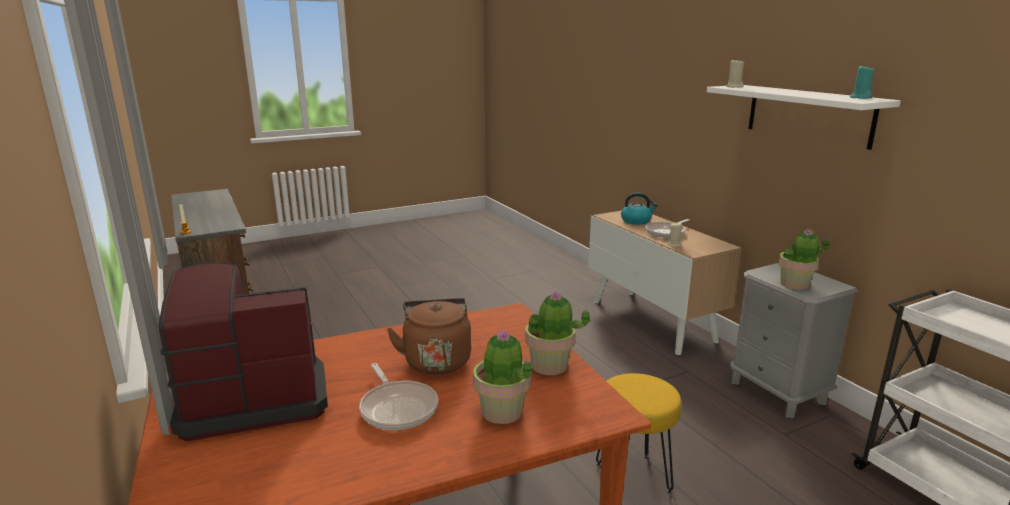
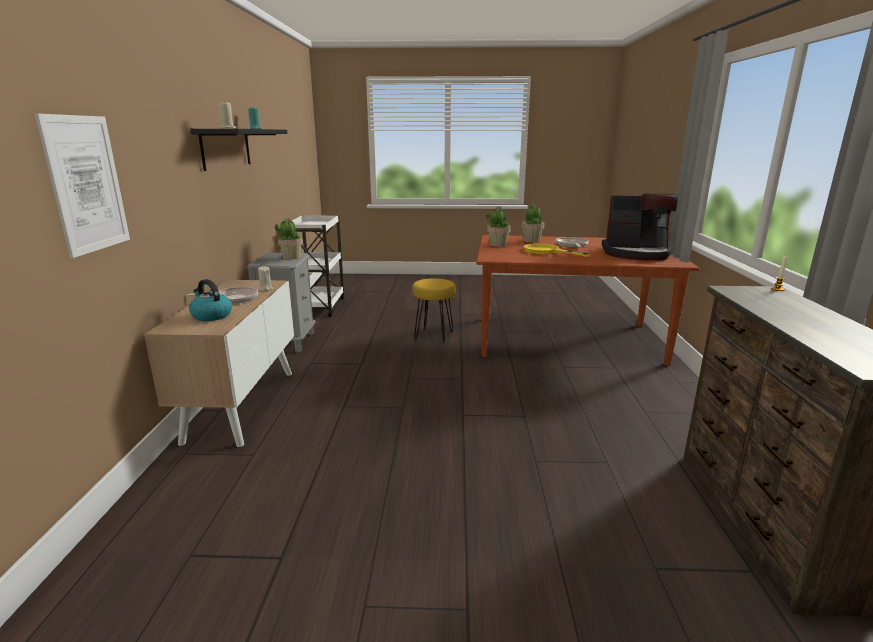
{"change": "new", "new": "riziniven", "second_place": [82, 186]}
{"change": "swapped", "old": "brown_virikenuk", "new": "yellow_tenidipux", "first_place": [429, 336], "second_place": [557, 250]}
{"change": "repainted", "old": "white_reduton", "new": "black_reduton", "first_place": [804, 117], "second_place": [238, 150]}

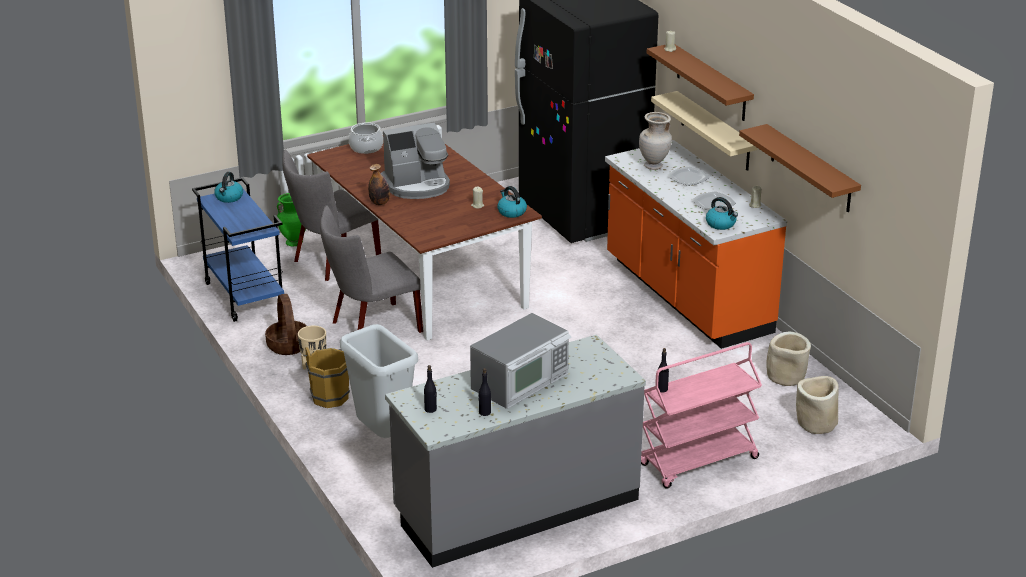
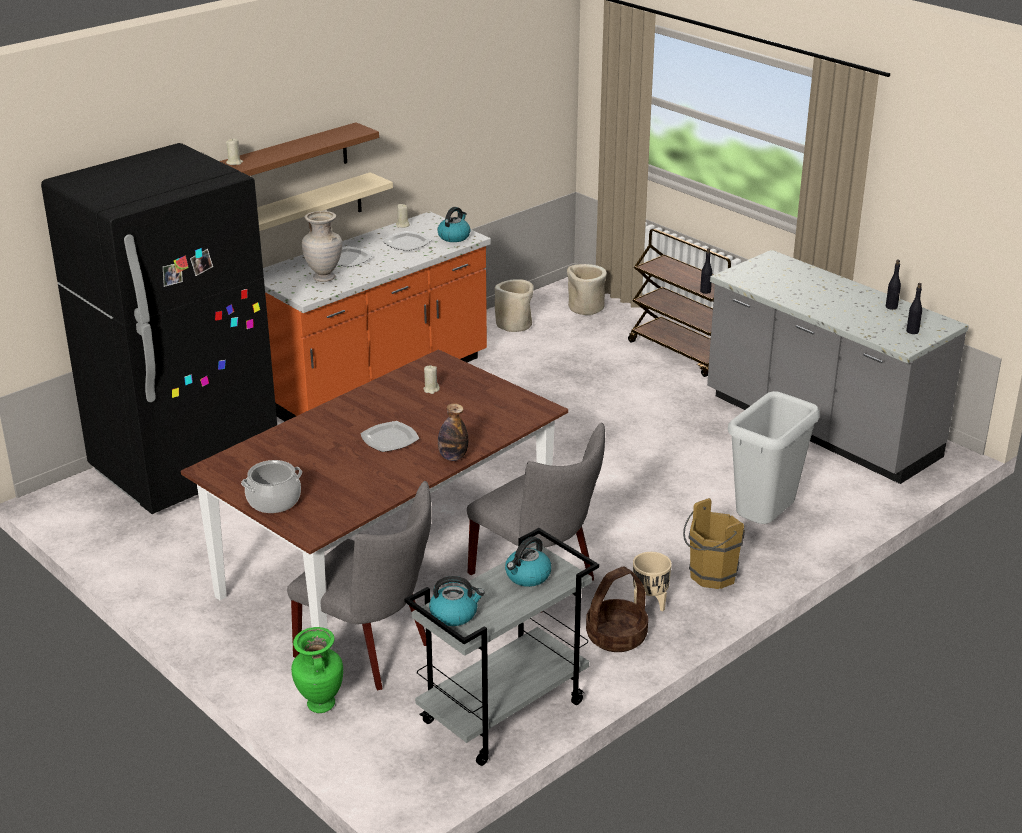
{"change": "gone", "old": "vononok", "first_place": [521, 361]}
{"change": "gone", "old": "brown_reduton", "first_place": [800, 168]}
{"change": "shifted", "old": "virikenuk", "first_place": [512, 202], "second_place": [528, 561]}
{"change": "swapped", "old": "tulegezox", "new": "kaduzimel", "first_place": [415, 161], "second_place": [389, 436]}
{"change": "repainted", "old": "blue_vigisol", "new": "grey_vigisol", "first_place": [238, 249], "second_place": [501, 647]}
{"change": "repainted", "old": "pink_vigisol", "new": "brown_vigisol", "first_place": [701, 415], "second_place": [679, 303]}

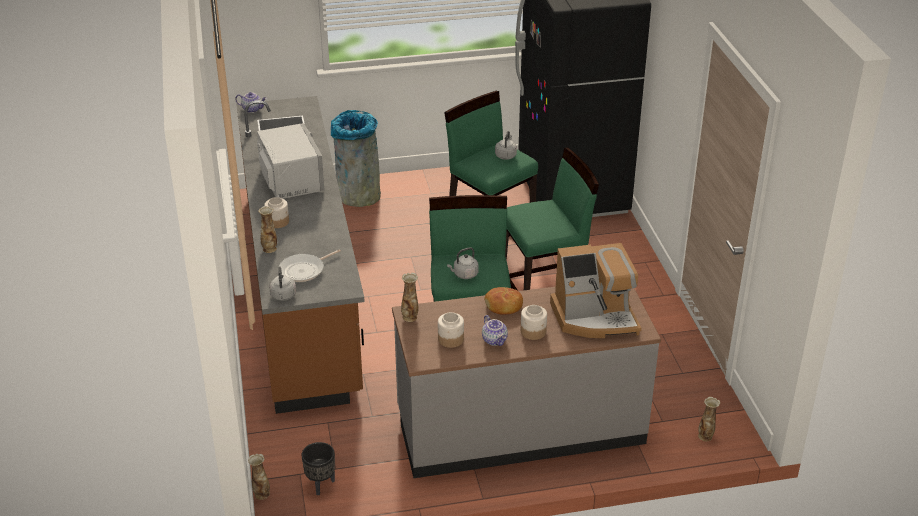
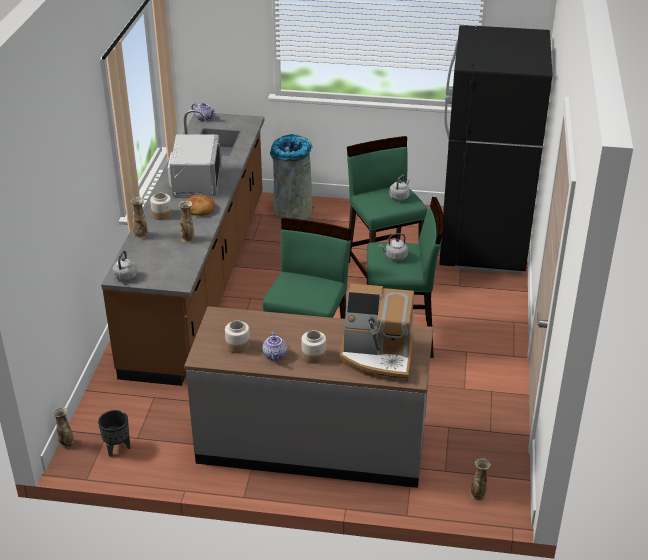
{"change": "gone", "old": "tenidipux", "first_place": [310, 265]}
{"change": "shifted", "old": "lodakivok", "first_place": [409, 297], "second_place": [186, 221]}
{"change": "shifted", "old": "grey_virikenuk", "first_place": [463, 263], "second_place": [393, 247]}
{"change": "shifted", "old": "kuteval", "first_place": [504, 300], "second_place": [201, 205]}

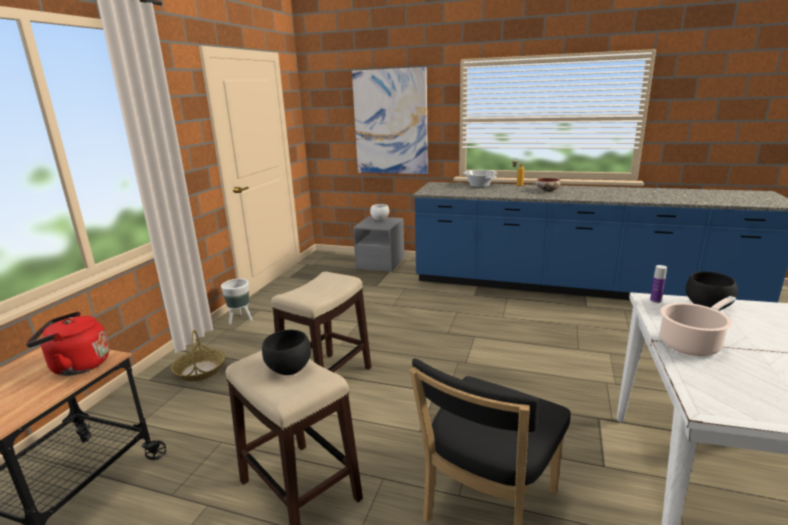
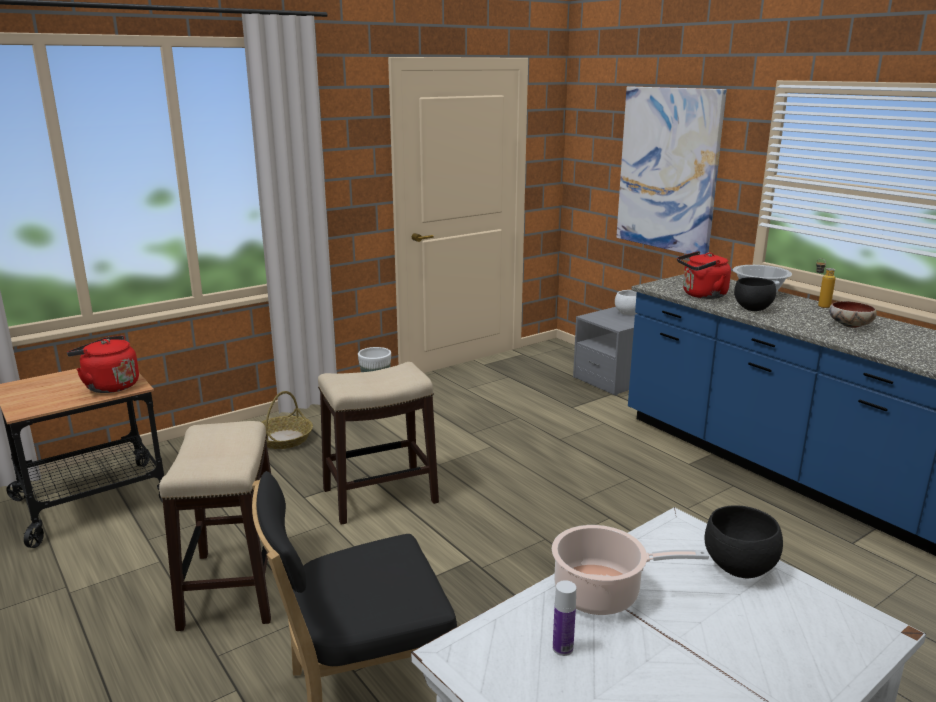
{"change": "new", "new": "red_virikenuk", "second_place": [704, 275]}
{"change": "shifted", "old": "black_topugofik", "first_place": [286, 352], "second_place": [755, 294]}
{"change": "shifted", "old": "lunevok", "first_place": [658, 284], "second_place": [564, 618]}

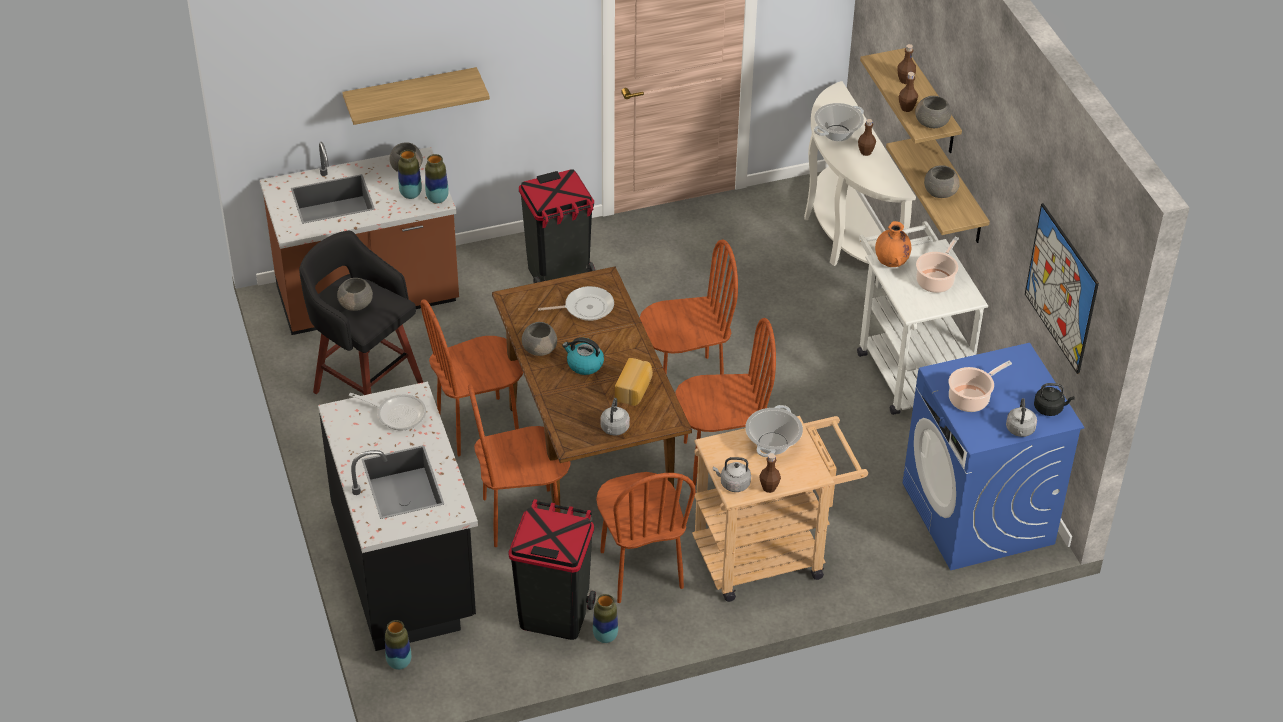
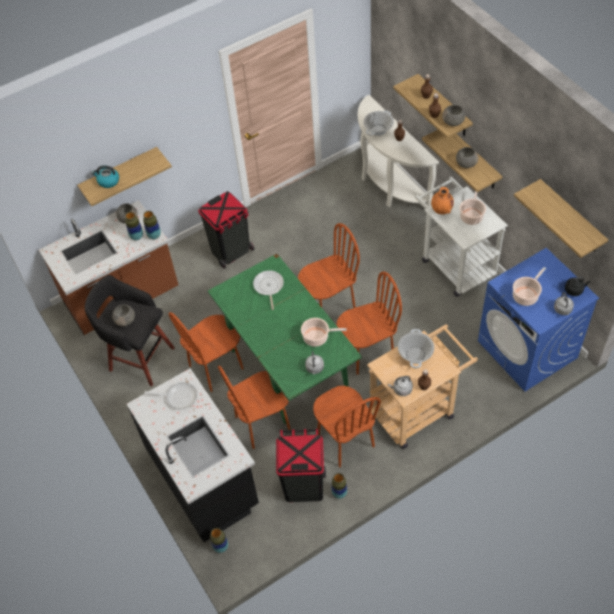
{"change": "gone", "old": "grey_topugofik", "first_place": [539, 339]}
{"change": "shifted", "old": "virikenuk", "first_place": [583, 356], "second_place": [105, 176]}
{"change": "swapped", "old": "kuteval", "new": "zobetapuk", "first_place": [634, 382], "second_place": [324, 332]}
{"change": "swapped", "old": "riziniven", "new": "reduton", "first_place": [1062, 288], "second_place": [561, 218]}
{"change": "repainted", "old": "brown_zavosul", "new": "green_zavosul", "first_place": [592, 389], "second_place": [285, 339]}
{"change": "rotated", "old": "tenidipux", "first_place": [576, 303], "second_place": [268, 290], "degrees": -75}

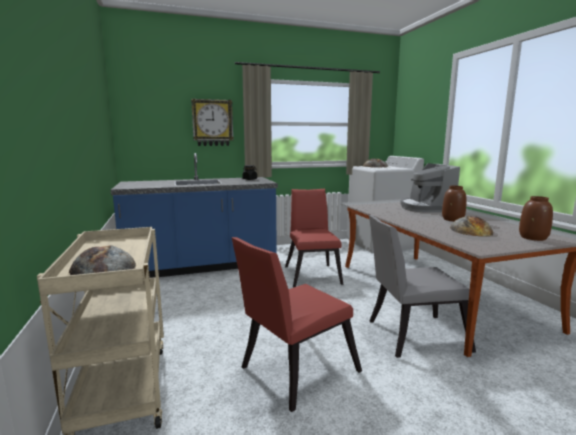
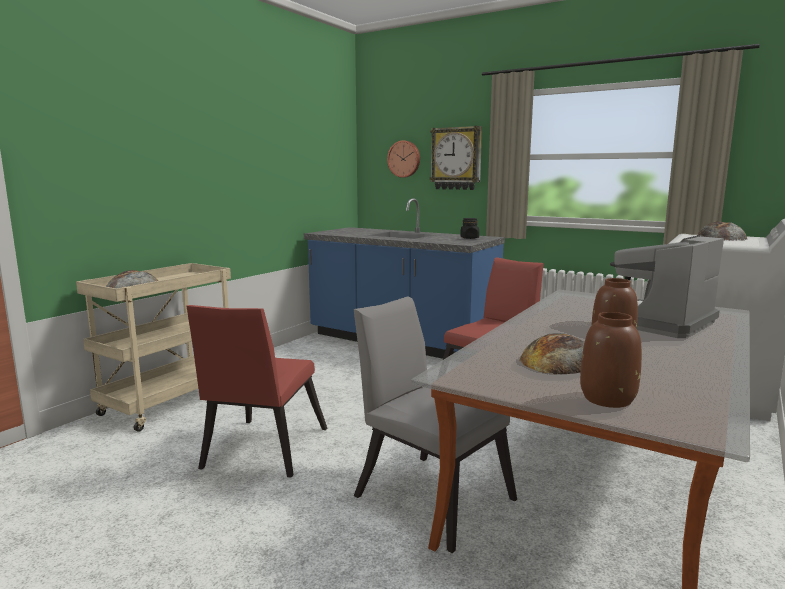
{"change": "new", "new": "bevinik", "second_place": [403, 159]}
{"change": "rotated", "old": "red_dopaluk", "first_place": [297, 324], "second_place": [257, 391], "degrees": -90}

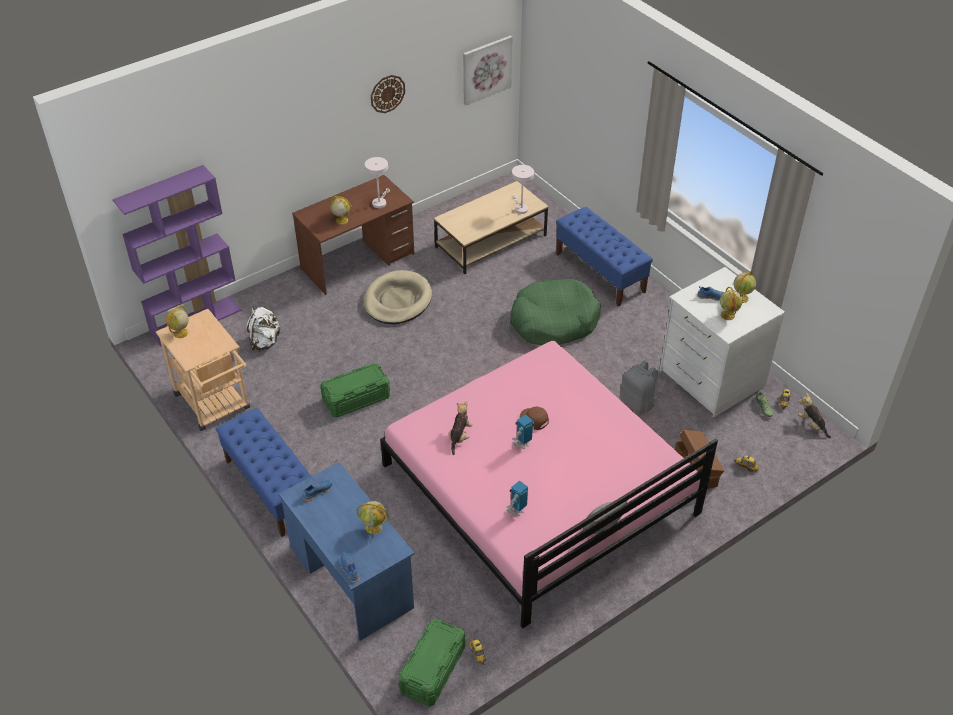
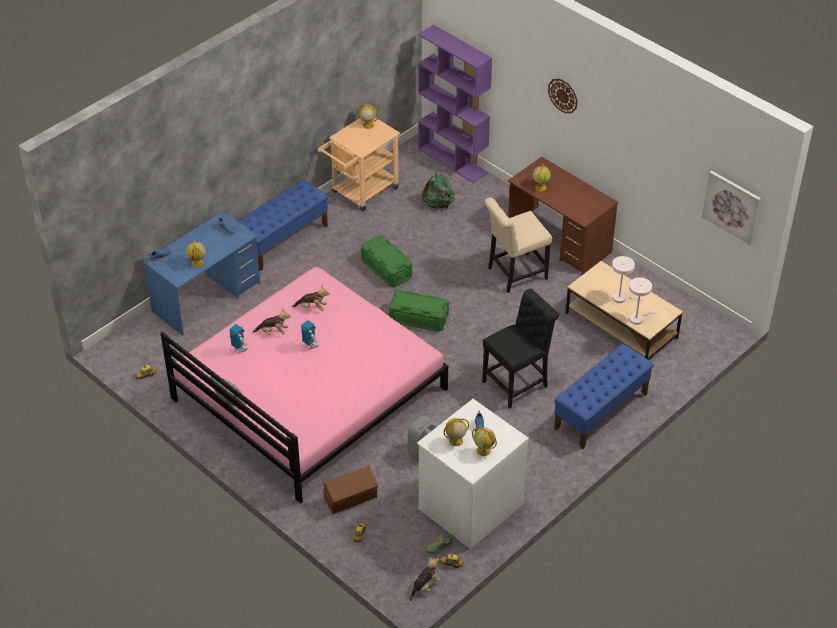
{"change": "gone", "old": "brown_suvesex", "first_place": [534, 418]}
{"change": "new", "new": "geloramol", "second_place": [272, 321]}
{"change": "shifted", "old": "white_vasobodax", "first_place": [377, 182], "second_place": [628, 279]}
{"change": "shifted", "old": "bevinik", "first_place": [388, 94], "second_place": [563, 96]}
{"change": "shifted", "old": "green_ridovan", "first_place": [431, 662], "second_place": [419, 311]}
{"change": "swapped", "old": "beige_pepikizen", "new": "beige_dopaluk", "first_place": [398, 297], "second_place": [518, 245]}
{"change": "swapped", "old": "green_pepikizen", "new": "black_dopaluk", "first_place": [555, 312], "second_place": [520, 349]}
{"change": "repainted", "old": "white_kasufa", "new": "green_kasufa", "first_place": [264, 329], "second_place": [438, 190]}

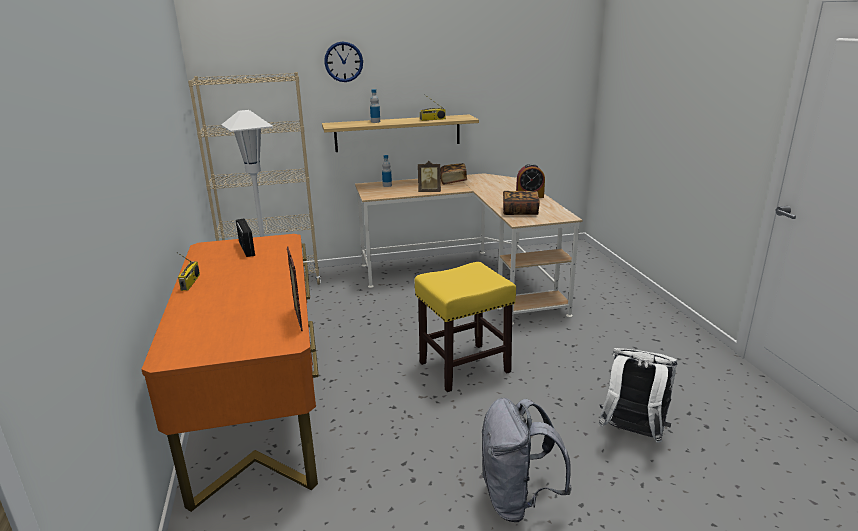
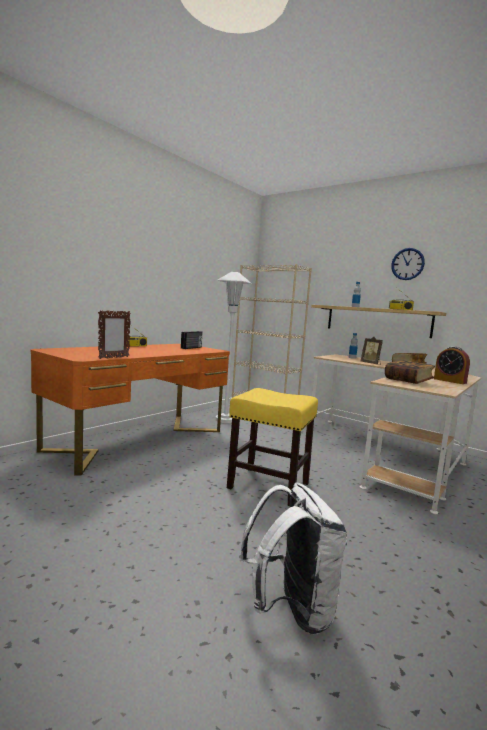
{"change": "gone", "old": "grey_kasufa", "first_place": [526, 460]}
{"change": "shifted", "old": "bevinik", "first_place": [343, 61], "second_place": [408, 264]}

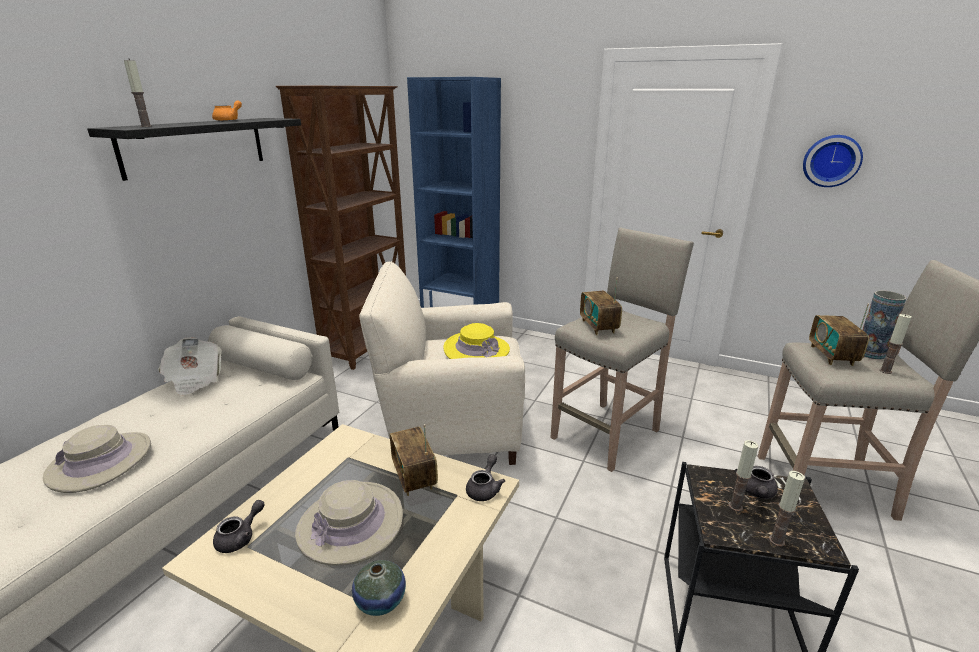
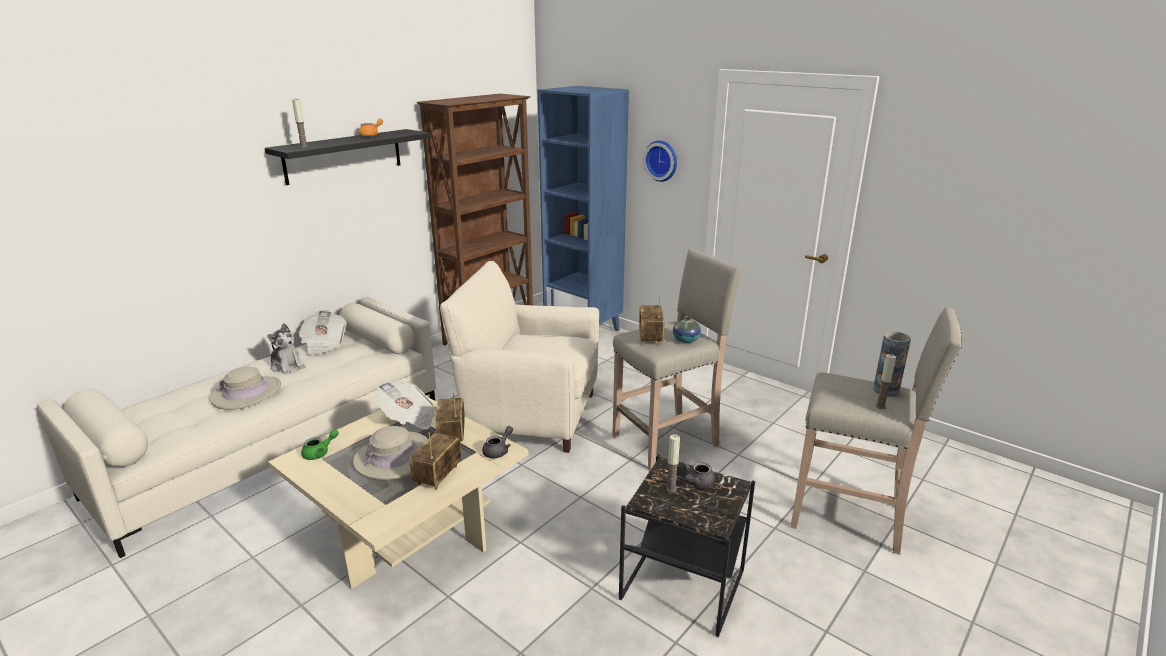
{"change": "gone", "old": "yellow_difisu", "first_place": [476, 341]}
{"change": "gone", "old": "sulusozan", "first_place": [787, 509]}
{"change": "new", "new": "geloramol", "second_place": [286, 349]}
{"change": "new", "new": "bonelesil", "second_place": [406, 405]}
{"change": "shifted", "old": "lodakivok", "first_place": [379, 588], "second_place": [687, 330]}
{"change": "shifted", "old": "bevinik", "first_place": [833, 161], "second_place": [660, 161]}
{"change": "shifted", "old": "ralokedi", "first_place": [839, 335], "second_place": [435, 461]}
{"change": "repainted", "old": "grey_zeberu", "new": "green_zeberu", "first_place": [239, 526], "second_place": [320, 444]}

